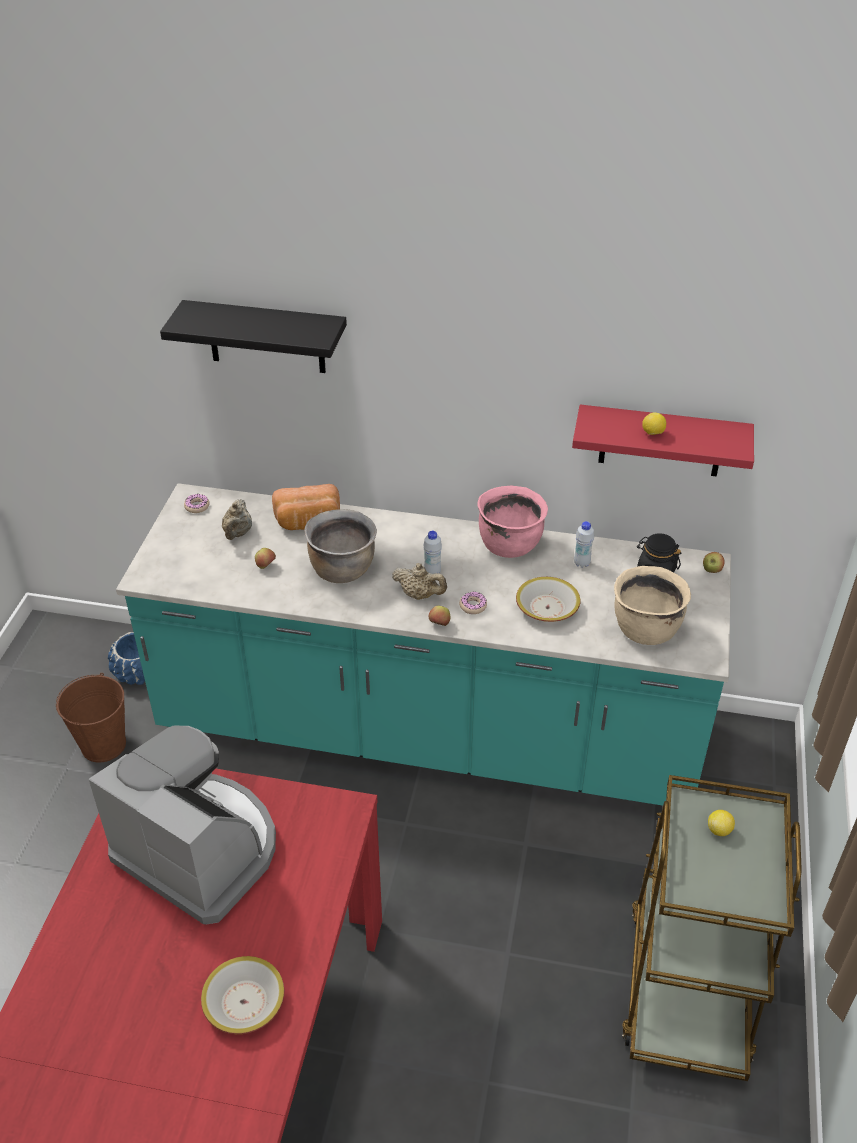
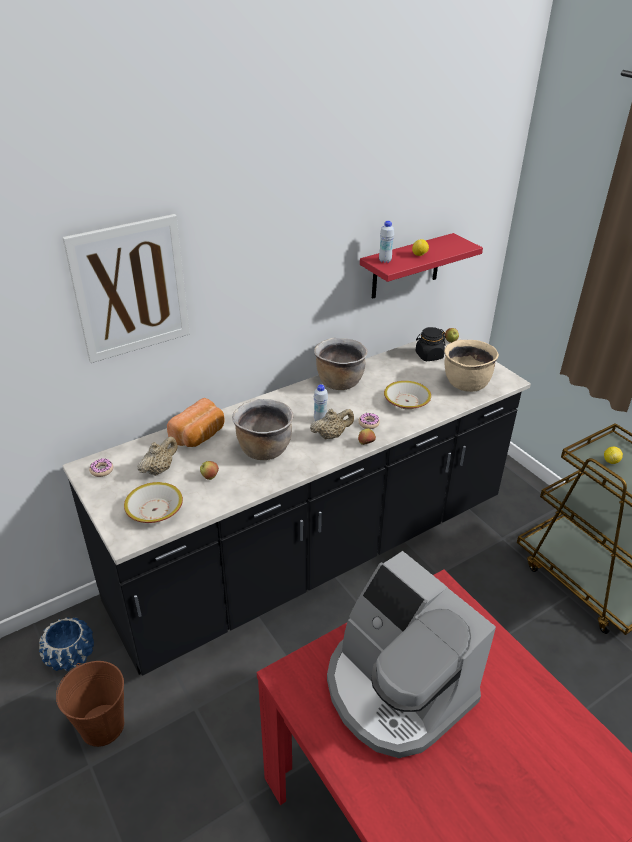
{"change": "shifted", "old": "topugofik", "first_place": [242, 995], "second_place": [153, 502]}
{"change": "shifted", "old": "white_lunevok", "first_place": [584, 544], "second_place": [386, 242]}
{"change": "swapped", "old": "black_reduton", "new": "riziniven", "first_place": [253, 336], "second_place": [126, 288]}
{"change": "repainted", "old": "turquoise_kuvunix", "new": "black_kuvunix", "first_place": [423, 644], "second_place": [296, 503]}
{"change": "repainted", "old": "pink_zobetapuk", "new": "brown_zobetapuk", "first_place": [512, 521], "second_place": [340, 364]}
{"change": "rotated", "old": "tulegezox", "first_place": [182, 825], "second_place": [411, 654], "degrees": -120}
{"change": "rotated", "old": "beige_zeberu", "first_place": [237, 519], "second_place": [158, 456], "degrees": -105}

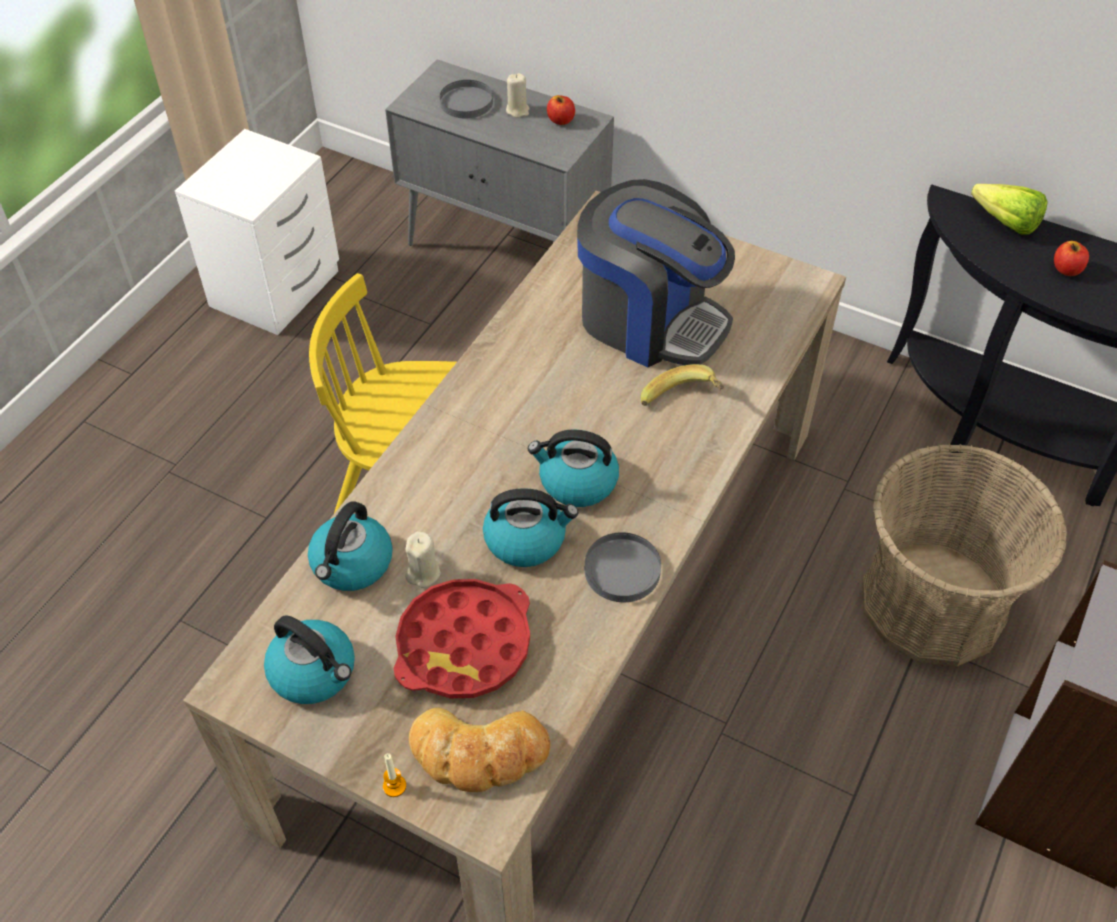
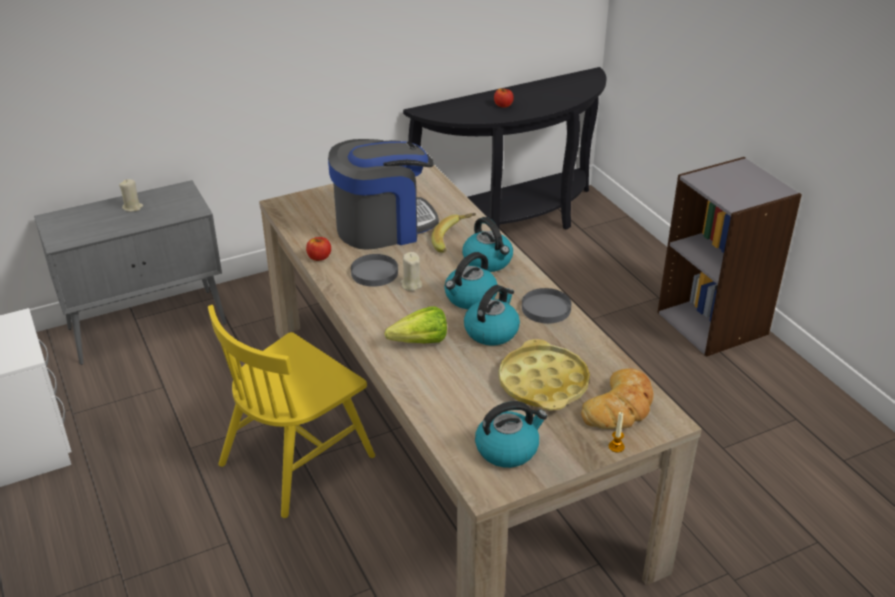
{"change": "gone", "old": "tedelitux", "first_place": [964, 555]}
{"change": "shifted", "old": "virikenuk", "first_place": [350, 546], "second_place": [487, 244]}
{"change": "shifted", "old": "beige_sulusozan", "first_place": [423, 559], "second_place": [411, 271]}
{"change": "shifted", "old": "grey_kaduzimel", "first_place": [466, 99], "second_place": [374, 270]}
{"change": "shifted", "old": "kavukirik", "first_place": [561, 110], "second_place": [318, 249]}
{"change": "shifted", "old": "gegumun", "first_place": [1009, 209], "second_place": [416, 324]}
{"change": "repainted", "old": "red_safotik", "new": "yellow_safotik", "first_place": [462, 638], "second_place": [544, 374]}

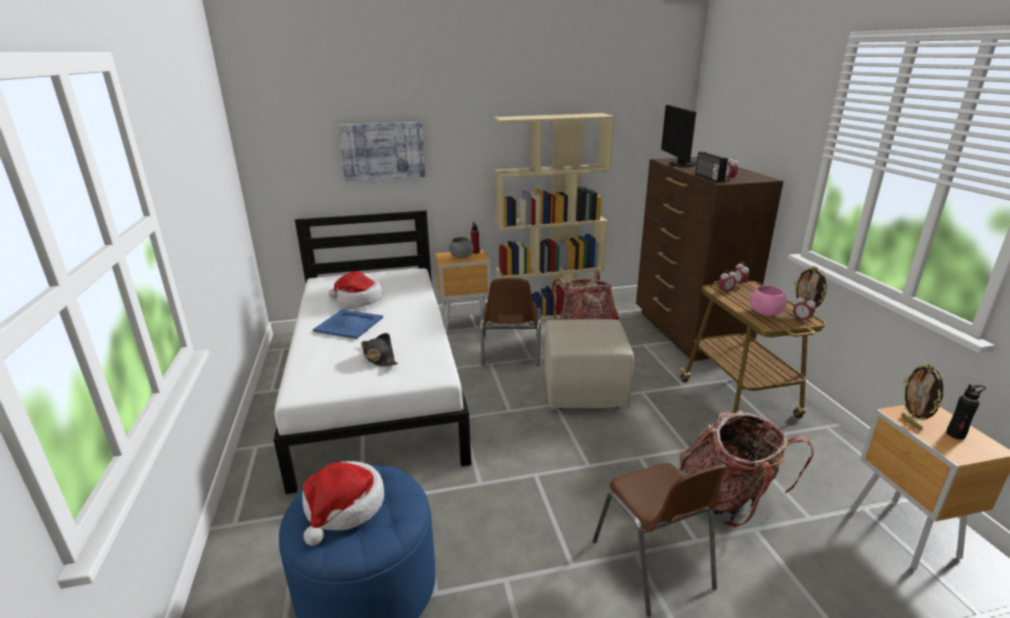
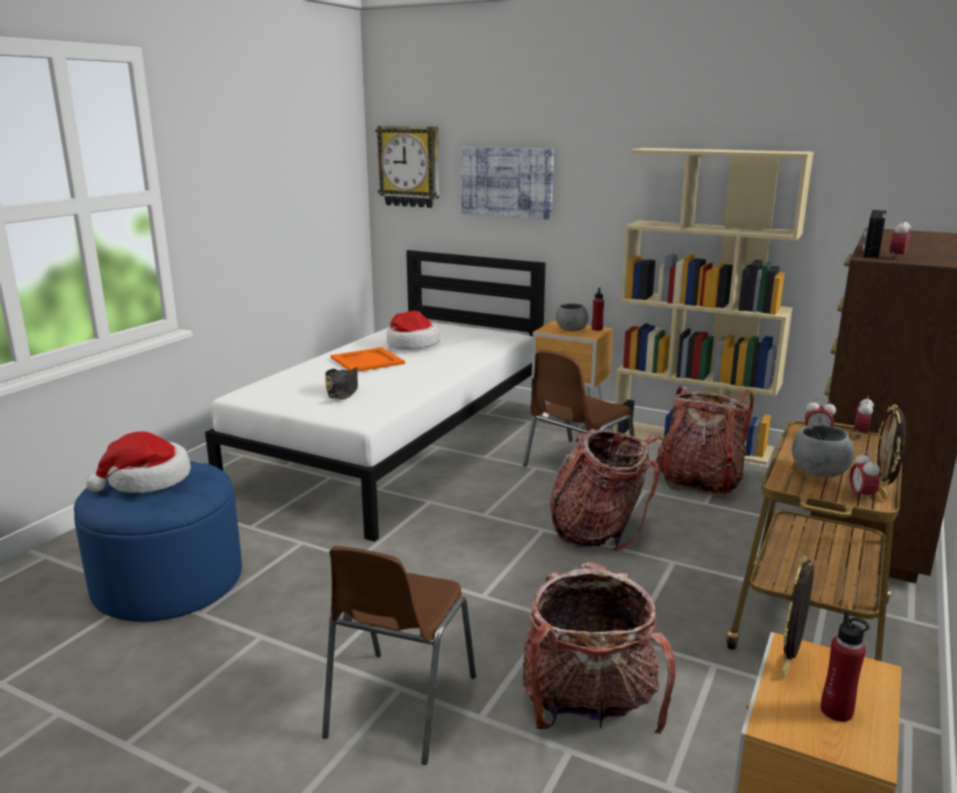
{"change": "gone", "old": "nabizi", "first_place": [679, 136]}
{"change": "new", "new": "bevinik", "second_place": [407, 167]}
{"change": "swapped", "old": "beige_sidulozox", "new": "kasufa", "first_place": [589, 364], "second_place": [608, 490]}
{"change": "repainted", "old": "blue_safotik", "new": "orange_safotik", "first_place": [348, 324], "second_place": [368, 359]}
{"change": "repainted", "old": "pink_topugofik", "new": "grey_topugofik", "first_place": [768, 301], "second_place": [823, 450]}
{"change": "repainted", "old": "black_lunevok", "new": "red_lunevok", "first_place": [966, 412], "second_place": [845, 666]}

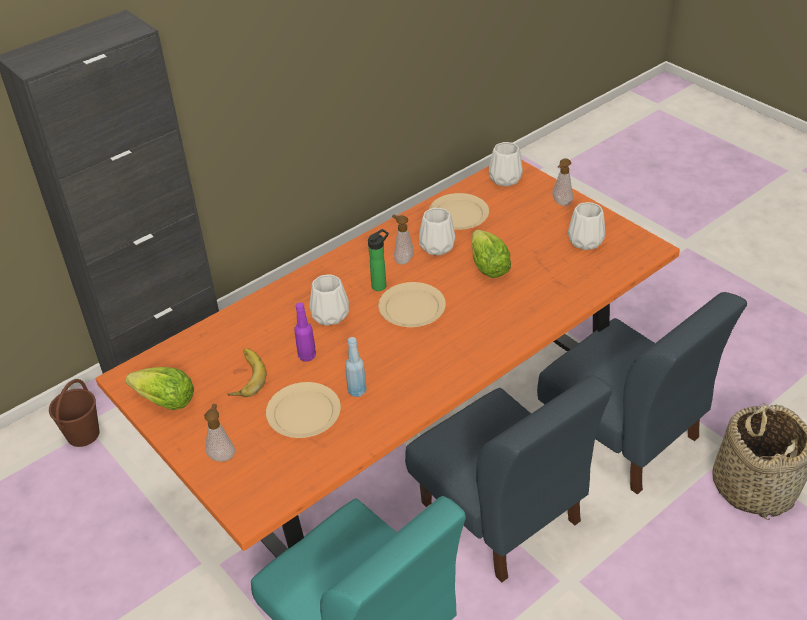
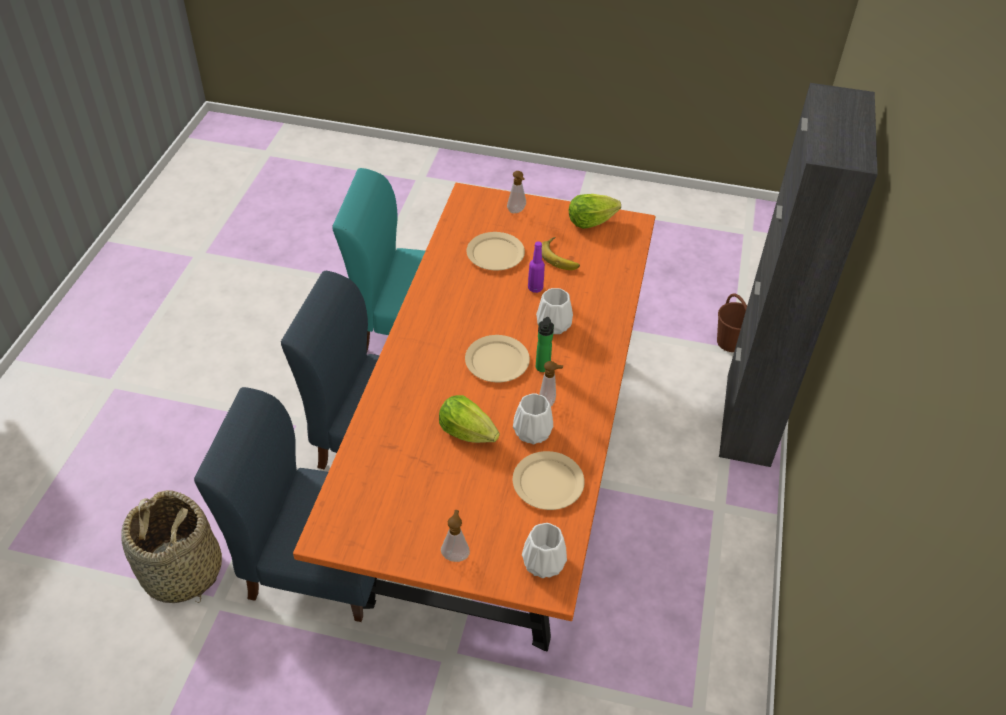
{"change": "gone", "old": "blue_lunevok", "first_place": [356, 367]}
{"change": "gone", "old": "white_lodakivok", "first_place": [586, 226]}

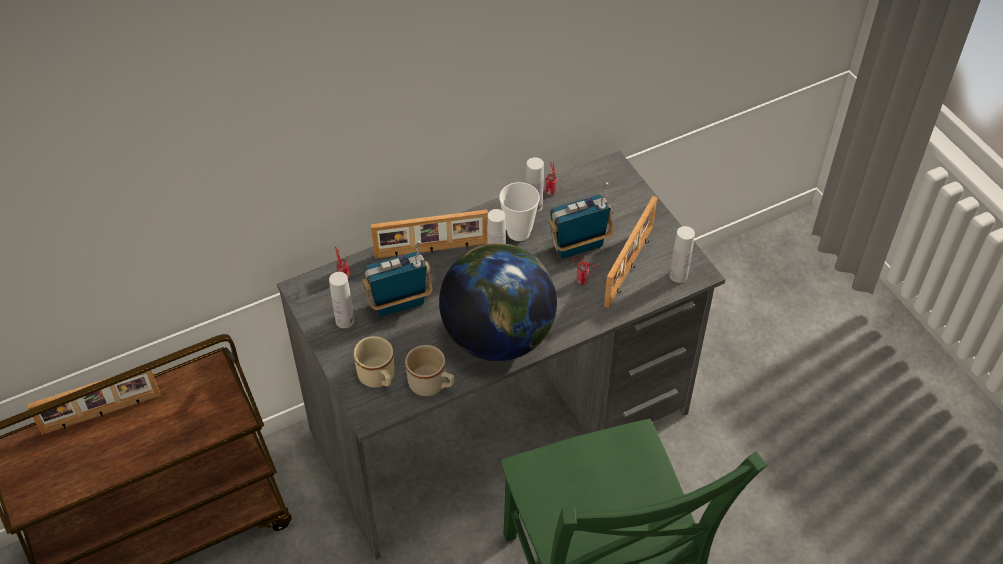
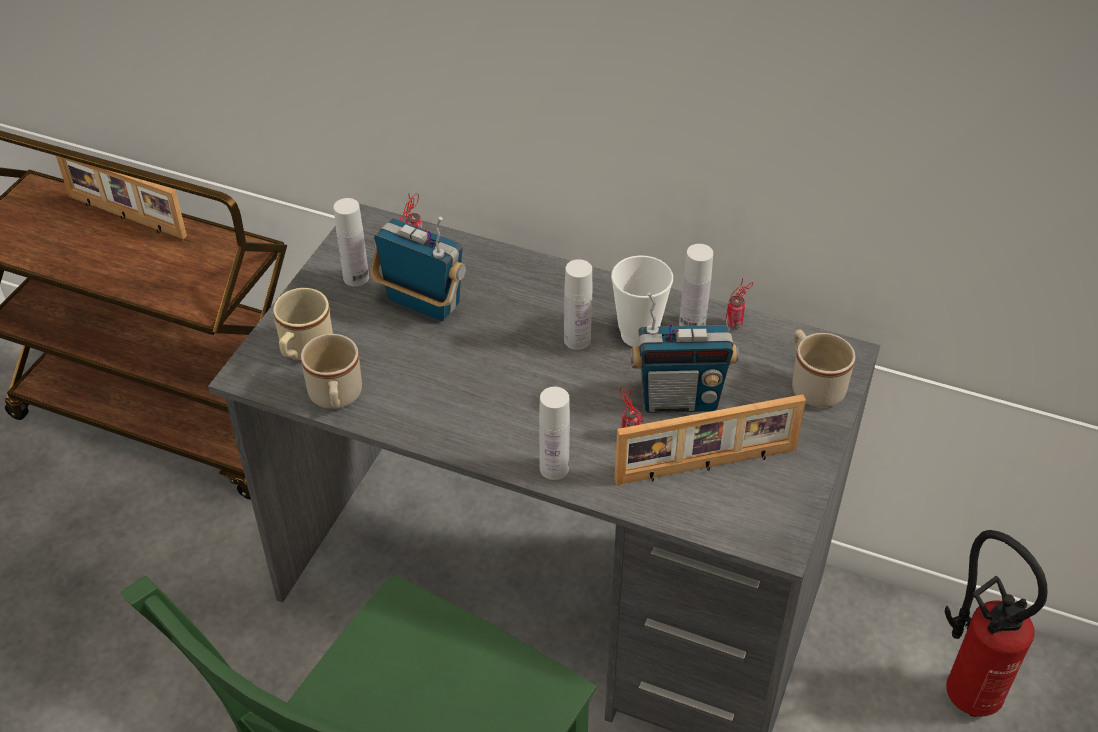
{"change": "gone", "old": "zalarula", "first_place": [429, 234]}
{"change": "gone", "old": "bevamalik", "first_place": [498, 302]}
{"change": "new", "new": "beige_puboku", "second_place": [824, 368]}
{"change": "new", "new": "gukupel", "second_place": [996, 623]}
{"change": "shifted", "old": "white_lunevok", "first_place": [682, 254], "second_place": [554, 433]}
{"change": "rotated", "old": "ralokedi", "first_place": [580, 220], "second_place": [684, 352], "degrees": 150}

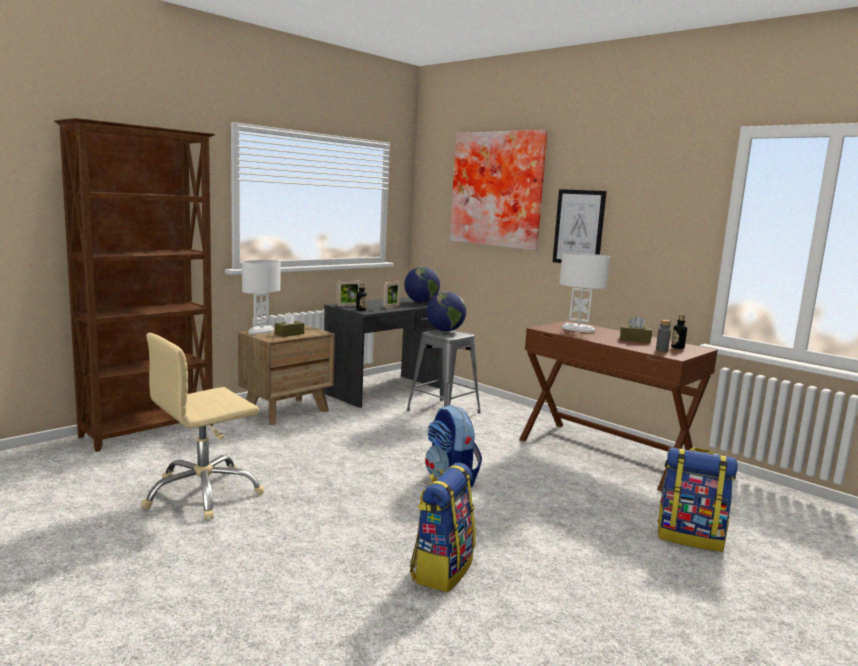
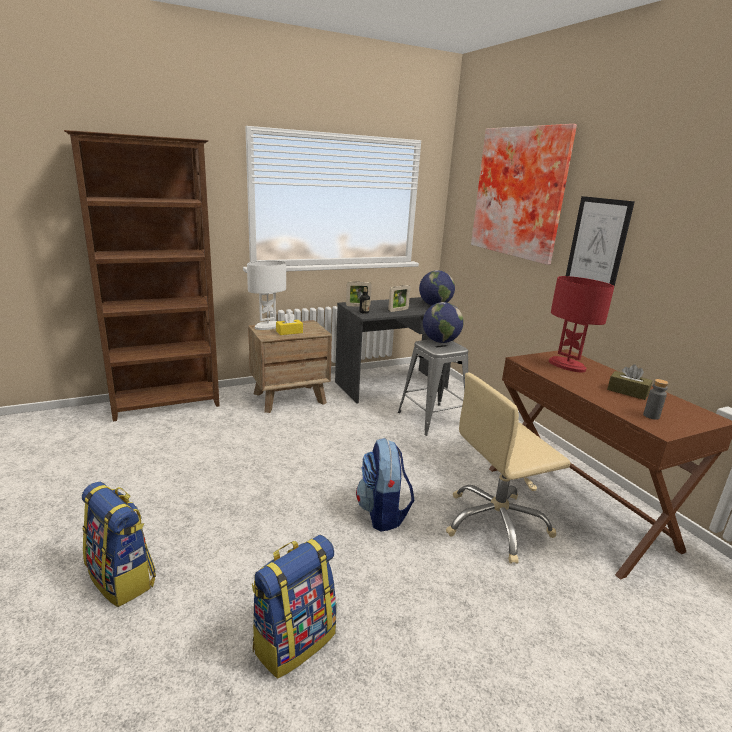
{"change": "gone", "old": "lunevok", "first_place": [679, 332]}
{"change": "shifted", "old": "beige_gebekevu", "first_place": [203, 426], "second_place": [508, 468]}
{"change": "shifted", "old": "kasufa", "first_place": [698, 499], "second_place": [119, 544]}
{"change": "repainted", "old": "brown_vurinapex", "new": "yellow_vurinapex", "first_place": [289, 324], "second_place": [289, 323]}
{"change": "repainted", "old": "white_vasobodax", "new": "red_vasobodax", "first_place": [585, 292], "second_place": [581, 324]}

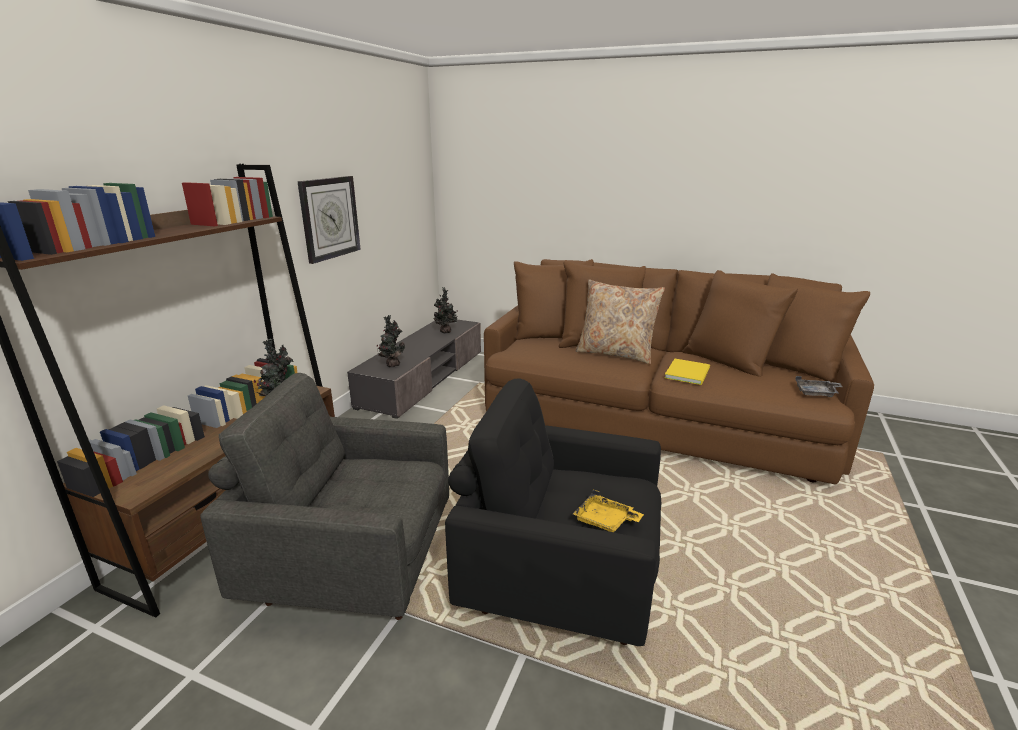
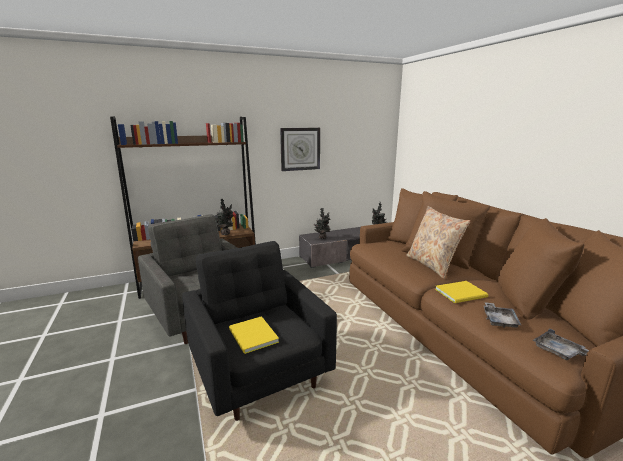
{"change": "new", "new": "grey_safotik", "second_place": [502, 315]}
{"change": "swapped", "old": "yellow_safotik", "new": "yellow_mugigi", "first_place": [608, 511], "second_place": [254, 335]}

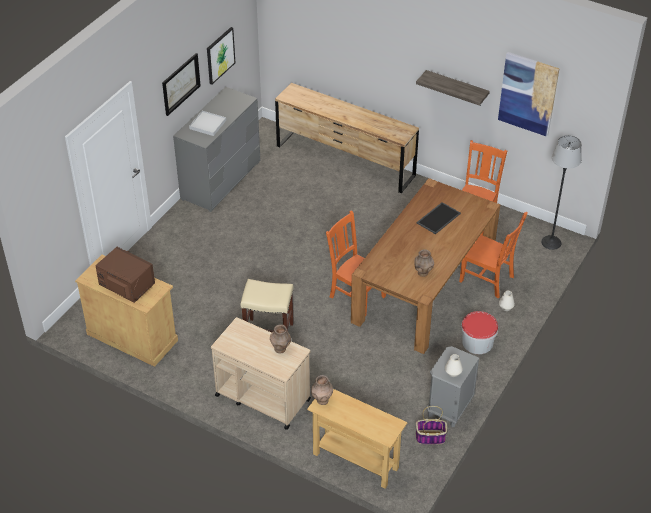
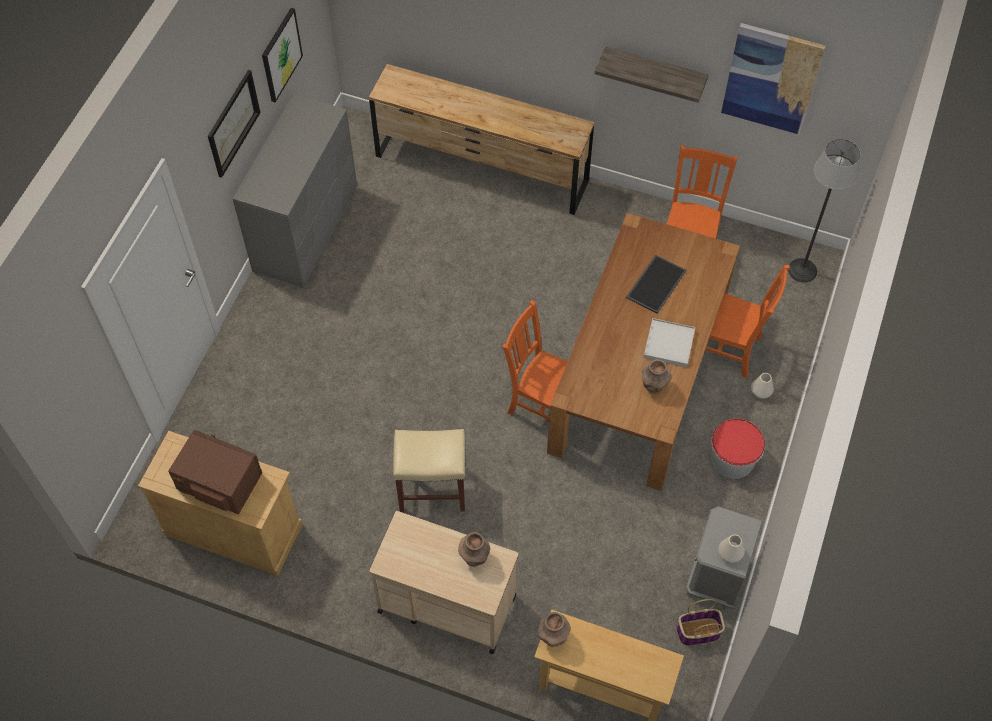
{"change": "shifted", "old": "white_safotik", "first_place": [207, 123], "second_place": [669, 342]}

